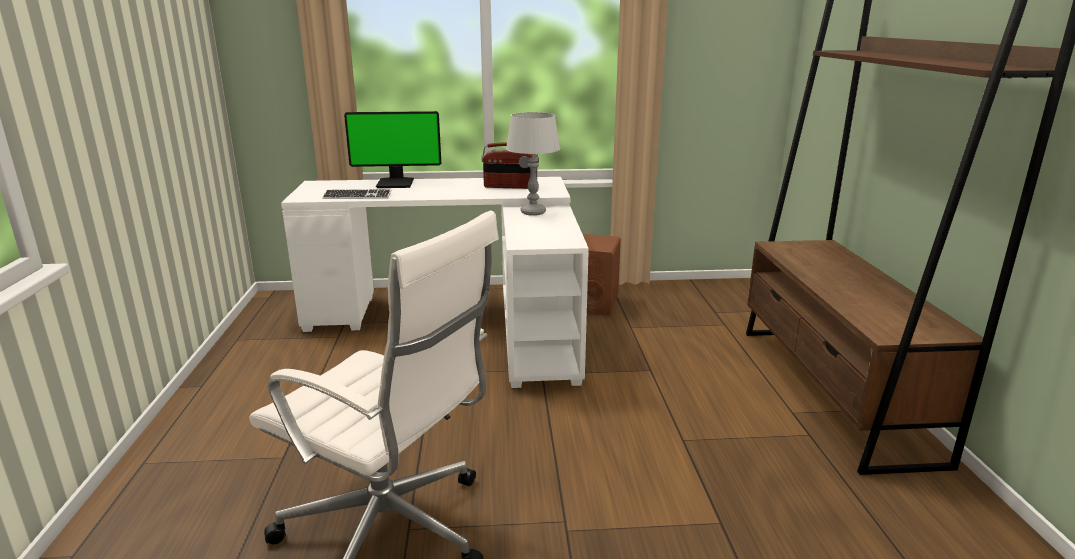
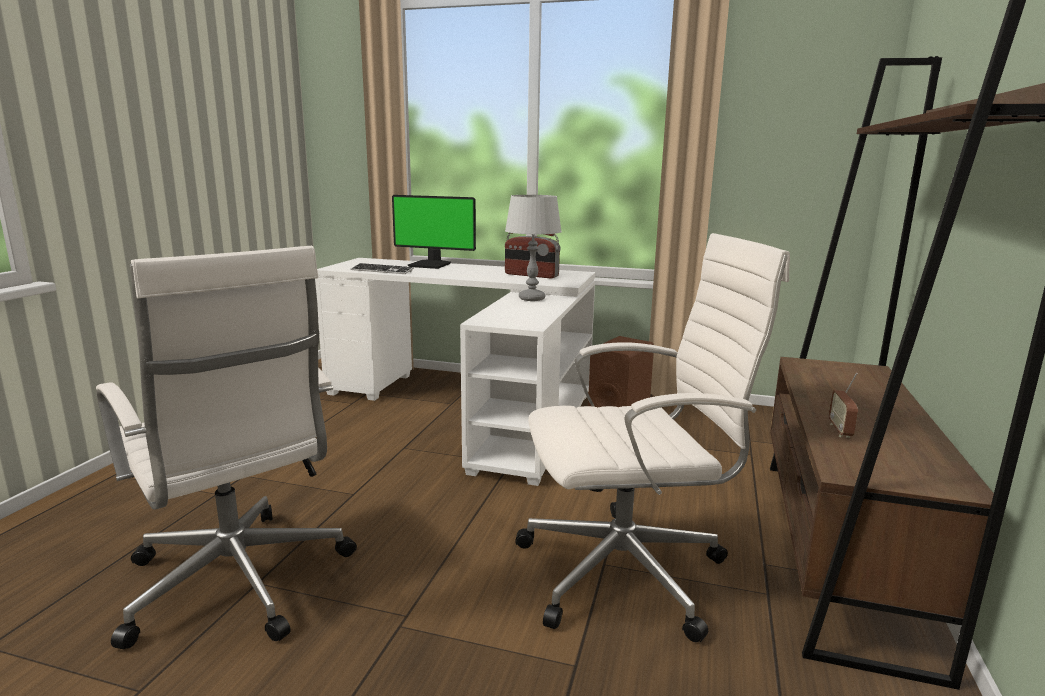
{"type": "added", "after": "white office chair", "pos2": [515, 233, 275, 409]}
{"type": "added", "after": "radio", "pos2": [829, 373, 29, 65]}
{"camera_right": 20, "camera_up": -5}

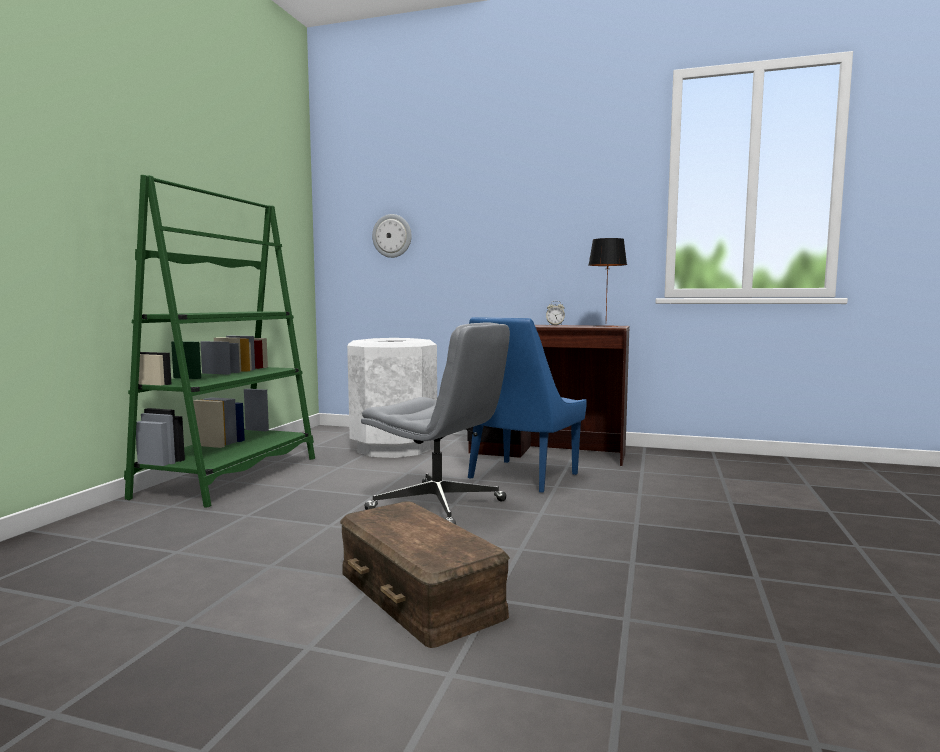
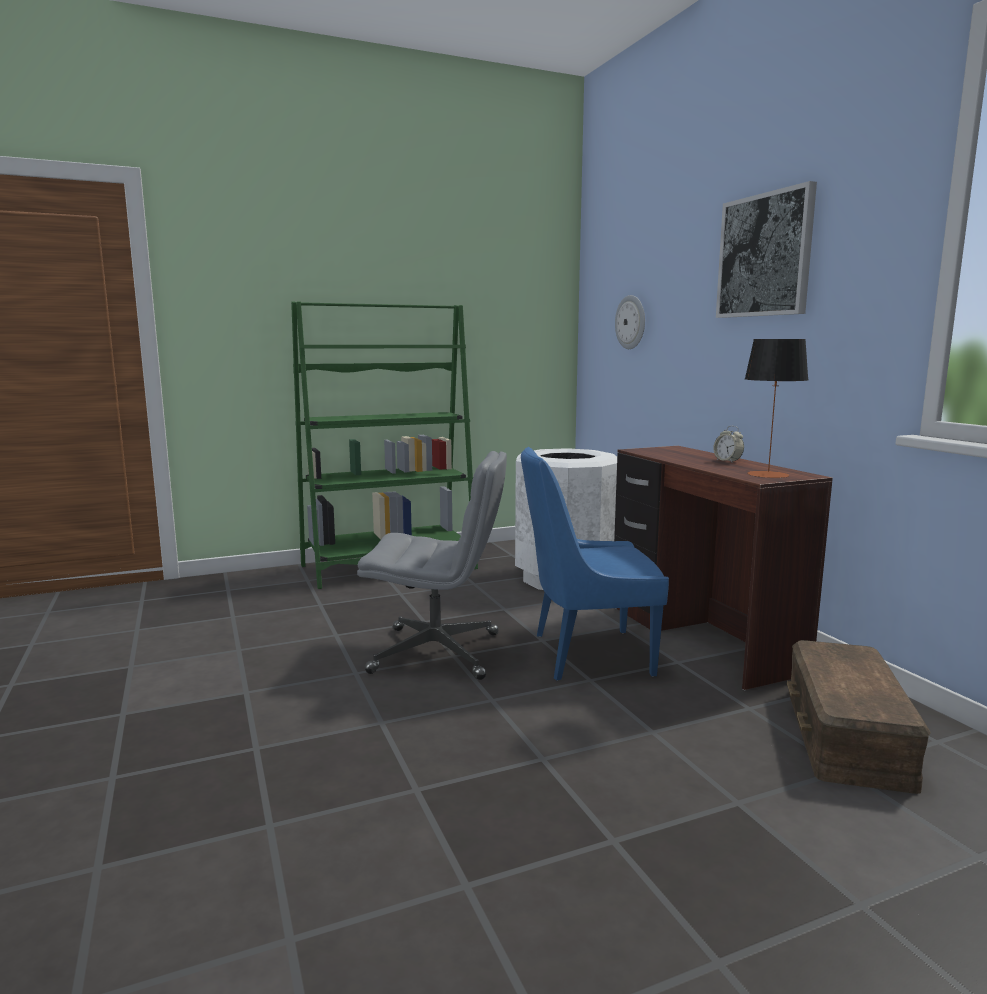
{"type": "turned", "before": "grey office chair", "pos1": [361, 323, 149, 202], "pos2": [357, 451, 150, 229], "turn": -75}
{"type": "added", "after": "picture", "pos2": [716, 181, 101, 137]}
{"type": "moved", "before": "brown storage box", "pos1": [340, 501, 170, 147], "pos2": [787, 640, 144, 154]}
{"camera_right": 50, "camera_up": 5}

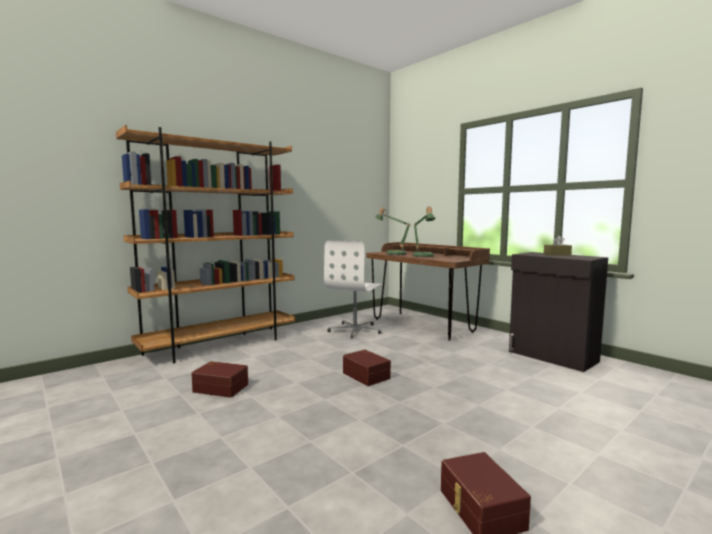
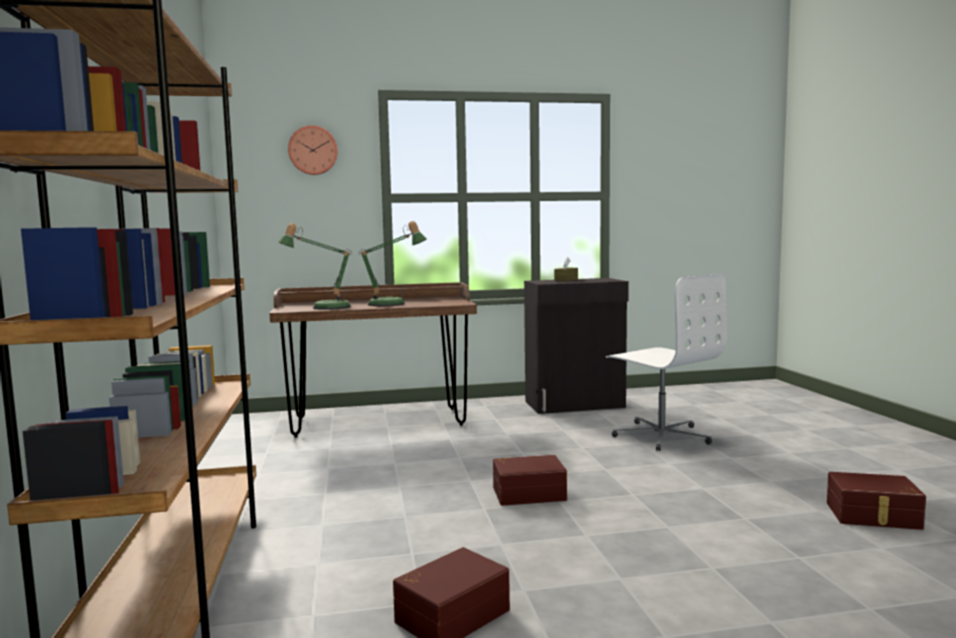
{"type": "added", "after": "wall clock", "pos2": [288, 125, 50, 50]}
{"type": "moved", "before": "white office chair", "pos1": [324, 240, 59, 99], "pos2": [606, 274, 121, 177]}
{"camera_right": -60, "camera_up": 0}

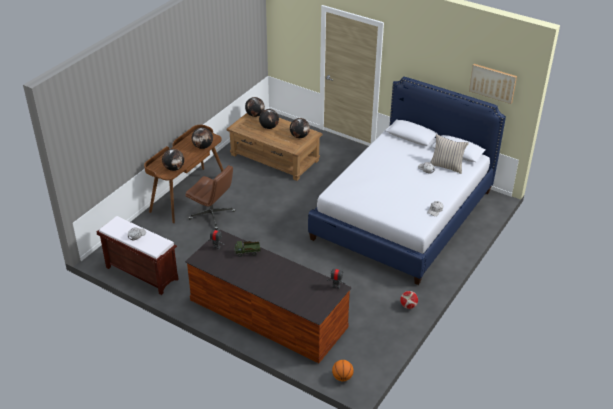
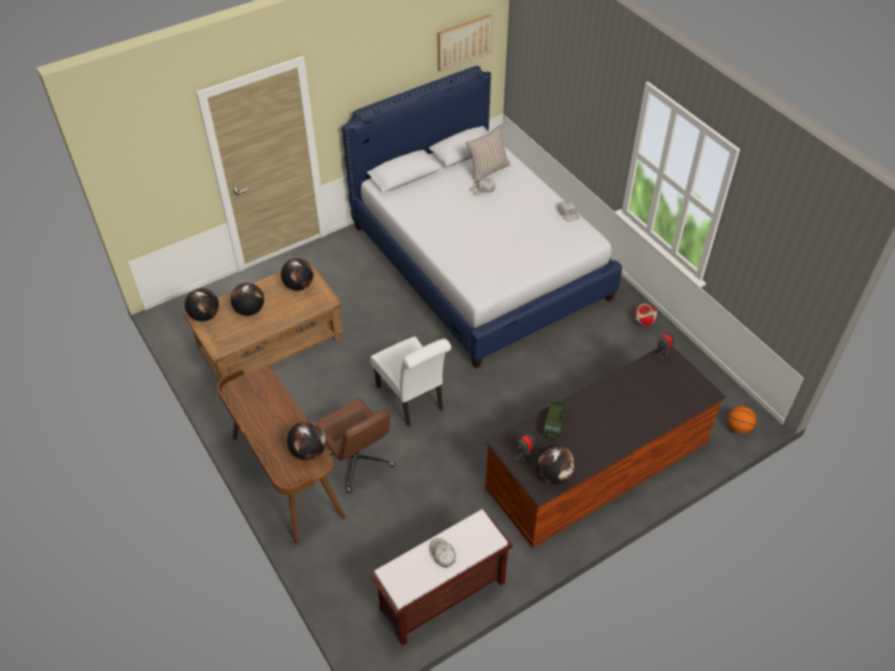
{"type": "turned", "before": "brown office chair", "pos1": [185, 165, 50, 65], "pos2": [315, 399, 80, 94], "turn": 90}
{"type": "added", "after": "white chair", "pos2": [370, 336, 81, 91]}
{"type": "moved", "before": "globe", "pos1": [192, 127, 21, 22], "pos2": [536, 445, 39, 39]}
{"camera_right": -65, "camera_up": 10}

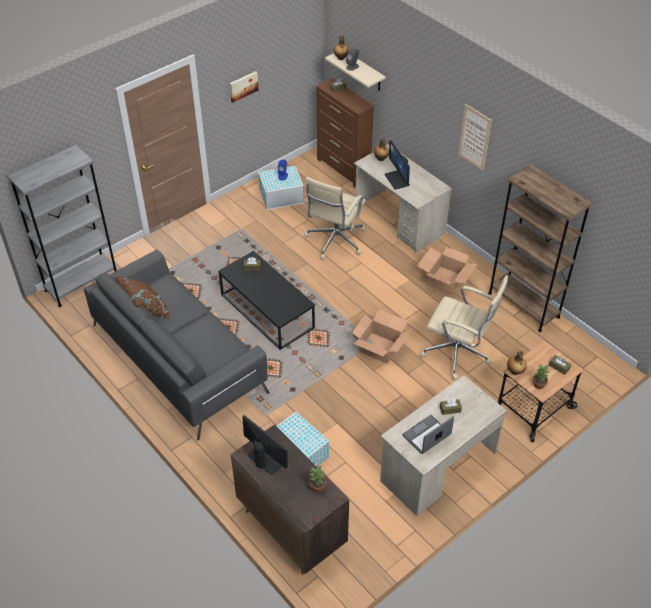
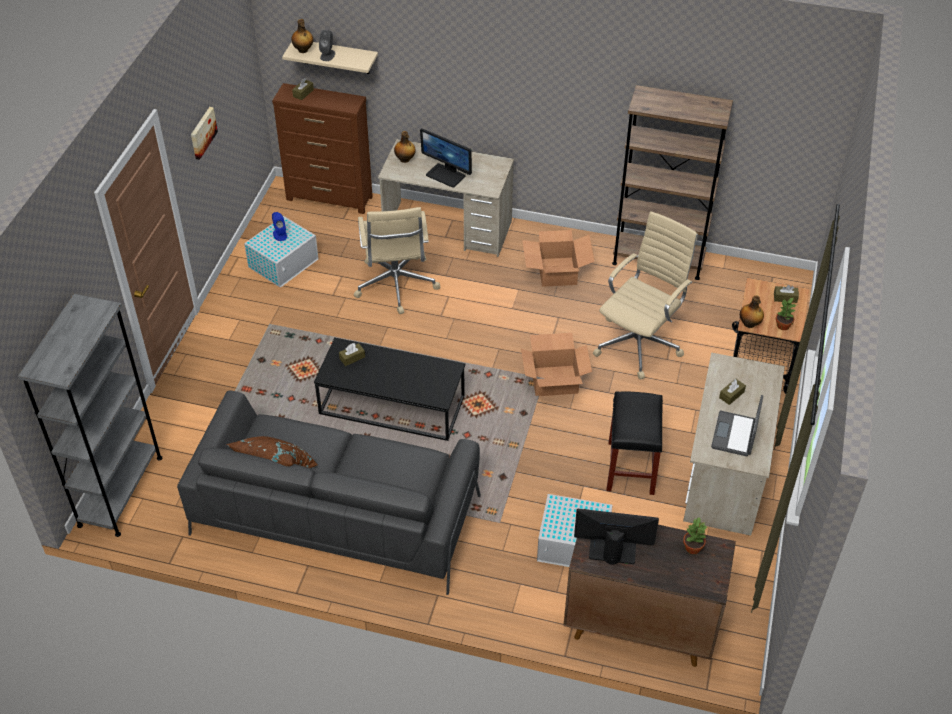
{"type": "turned", "before": "beige office chair", "pos1": [420, 275, 88, 105], "pos2": [593, 211, 105, 169], "turn": -45}
{"type": "added", "after": "black stool", "pos2": [606, 392, 57, 103]}
{"type": "removed", "before": "picture", "pos1": [458, 104, 34, 67]}
{"camera_right": -35, "camera_up": 0}

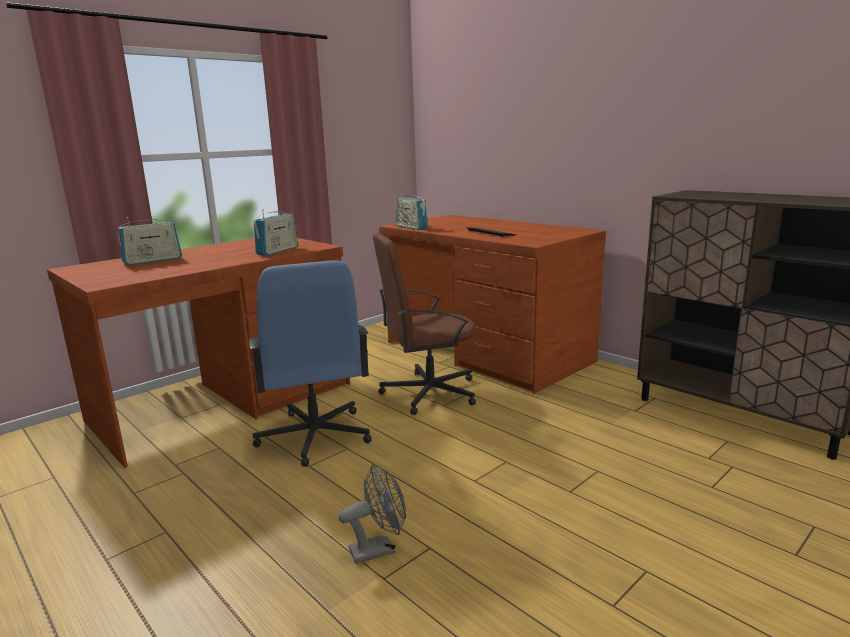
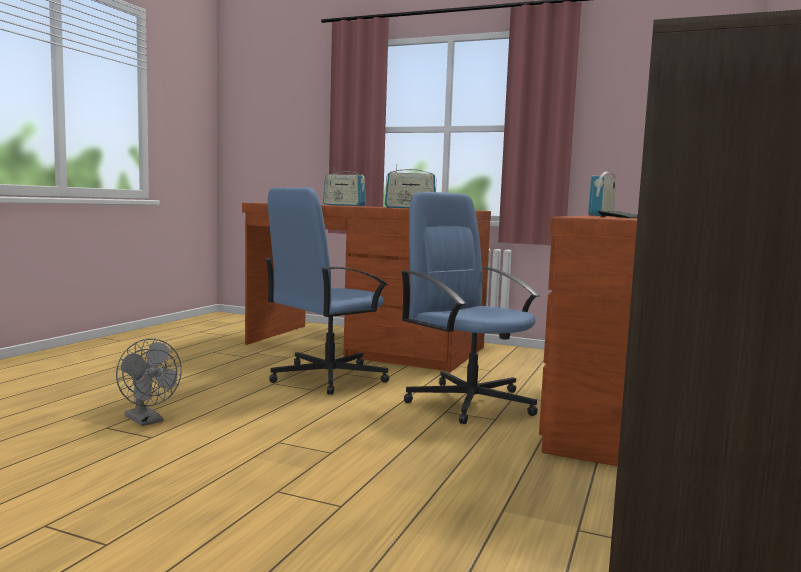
{"type": "recoloured", "before": "brown office chair", "after": "blue office chair", "pos1": [373, 233, 103, 182], "pos2": [401, 192, 139, 232]}
{"camera_right": 65, "camera_up": -10}

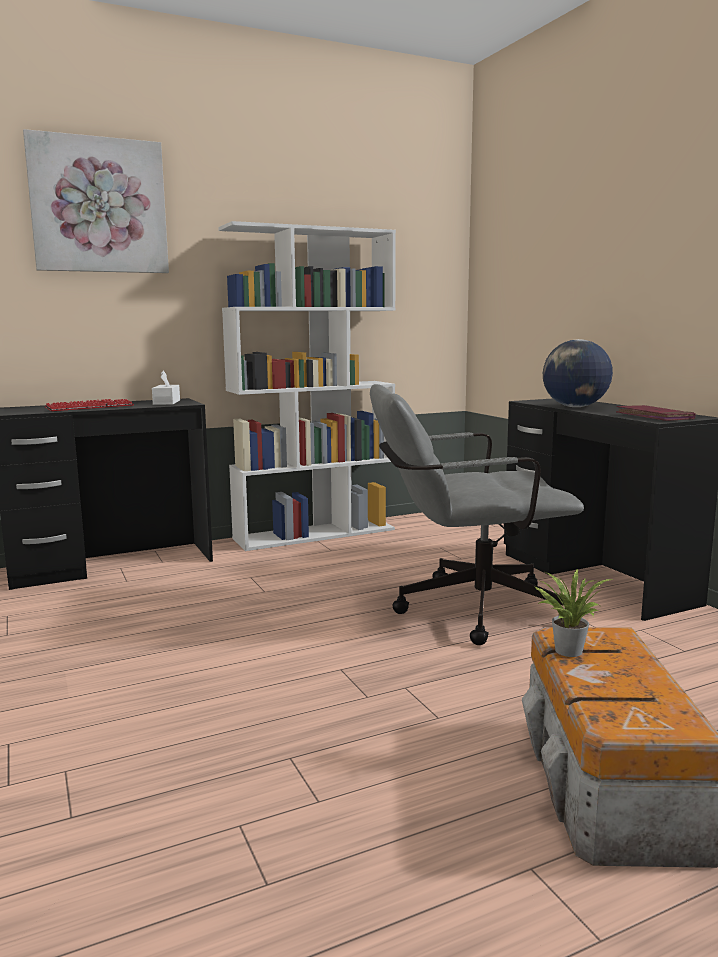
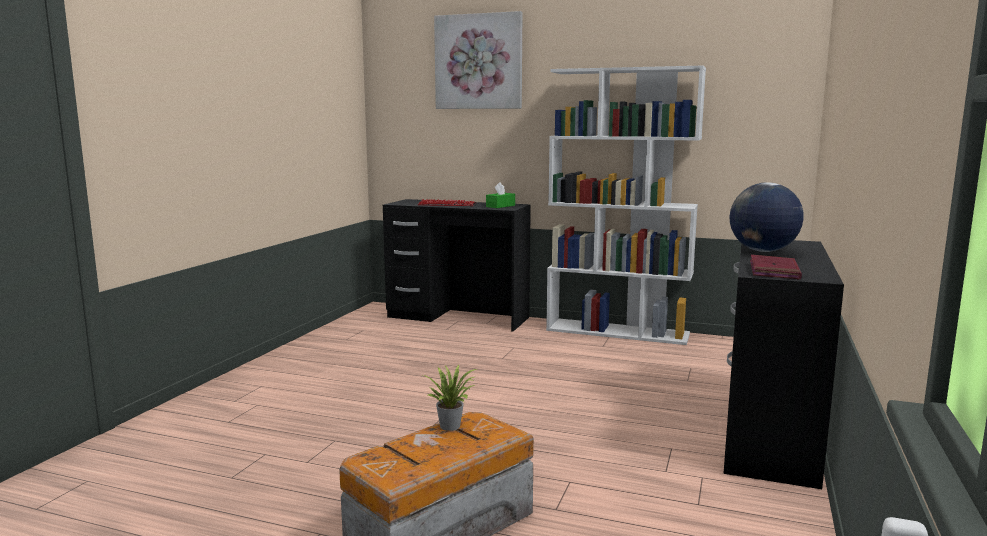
{"type": "recoloured", "before": "white tissue box", "after": "green tissue box", "pos1": [152, 370, 28, 35], "pos2": [486, 182, 29, 26]}
{"type": "removed", "before": "grey office chair", "pos1": [370, 384, 214, 261]}
{"camera_right": 45, "camera_up": 0}

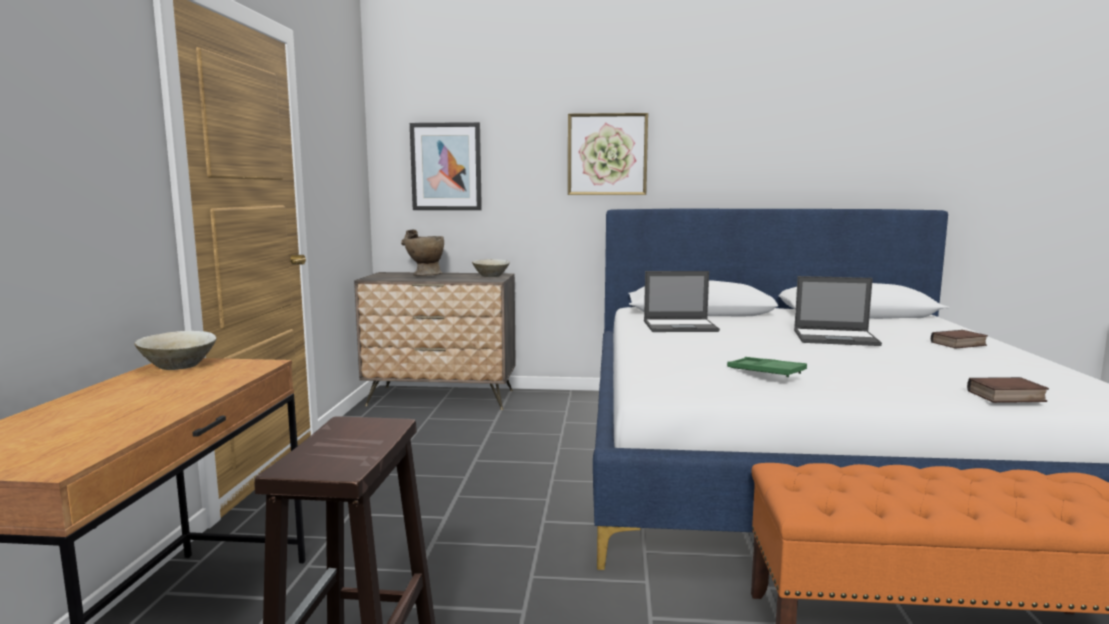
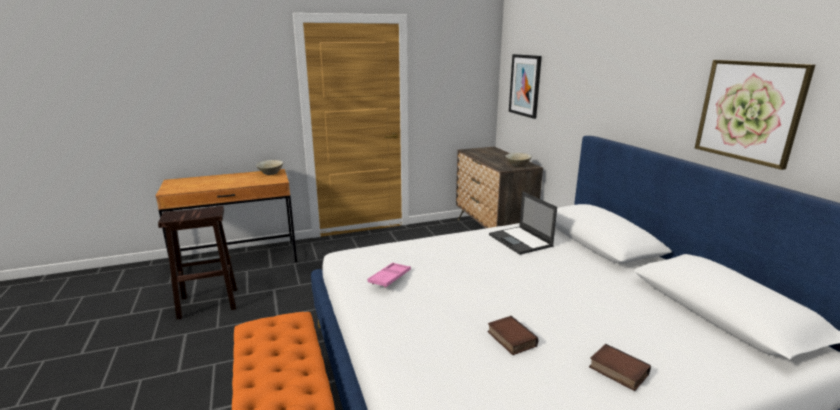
{"type": "recoloured", "before": "green tray", "after": "pink tray", "pos1": [727, 357, 80, 20], "pos2": [368, 262, 43, 26]}
{"type": "moved", "before": "book", "pos1": [967, 377, 82, 26], "pos2": [488, 316, 50, 39]}
{"type": "moved", "before": "picture", "pos1": [568, 113, 80, 82], "pos2": [695, 60, 120, 110]}
{"type": "removed", "before": "beige vase", "pos1": [401, 229, 43, 47]}
{"type": "removed", "before": "laptop", "pos1": [794, 276, 88, 70]}
{"camera_right": 65, "camera_up": 10}

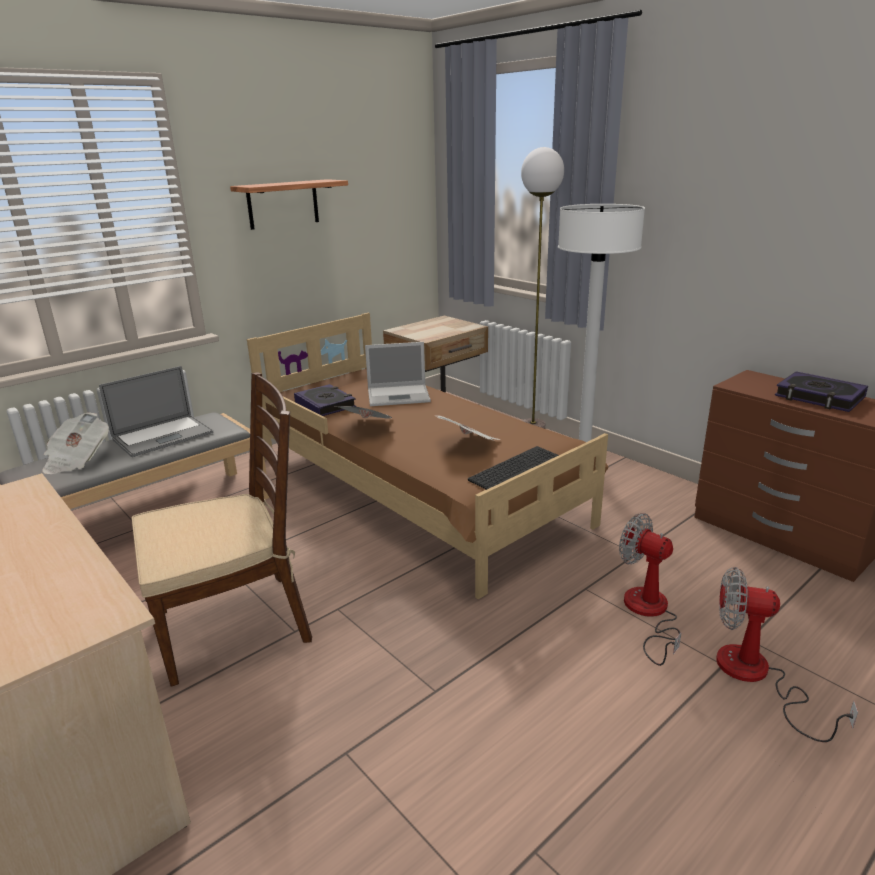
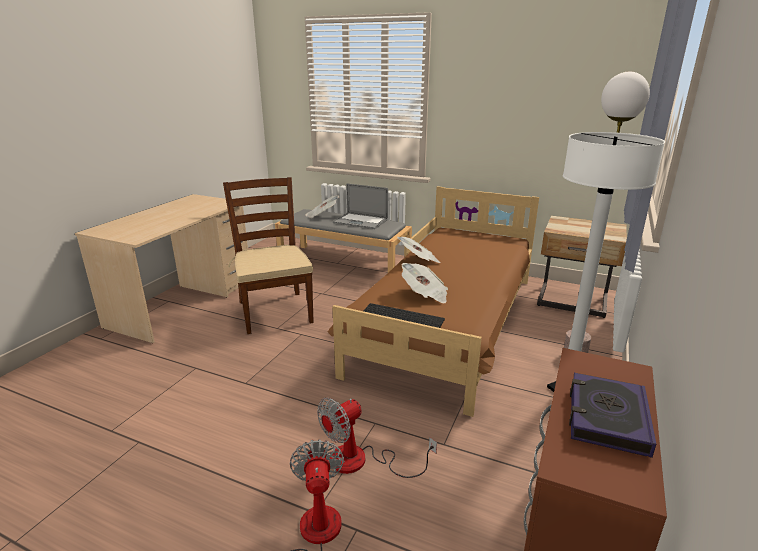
{"type": "turned", "before": "brown chair", "pos1": [132, 372, 180, 315], "pos2": [223, 177, 91, 157], "turn": -150}
{"type": "turned", "before": "fan", "pos1": [619, 513, 63, 153], "pos2": [317, 398, 120, 80], "turn": -150}
{"type": "removed", "before": "shelf", "pos1": [230, 179, 118, 51]}
{"type": "removed", "before": "book", "pos1": [294, 384, 62, 32]}
{"type": "removed", "before": "laptop", "pos1": [365, 342, 66, 64]}
{"camera_right": 65, "camera_up": 0}

